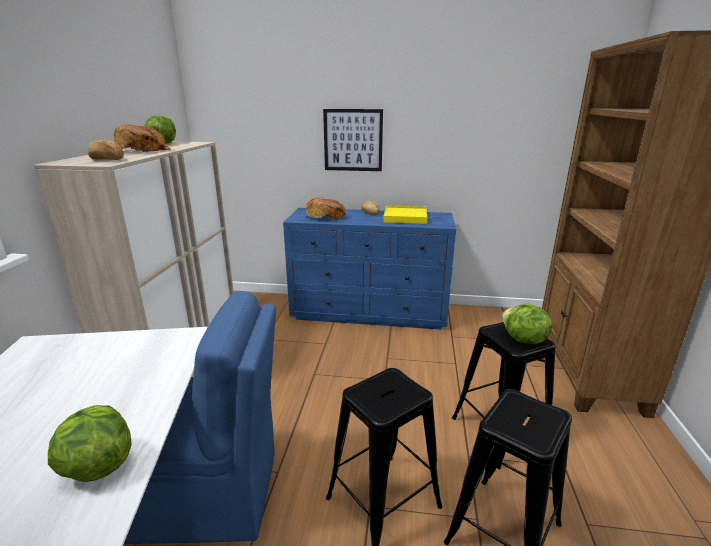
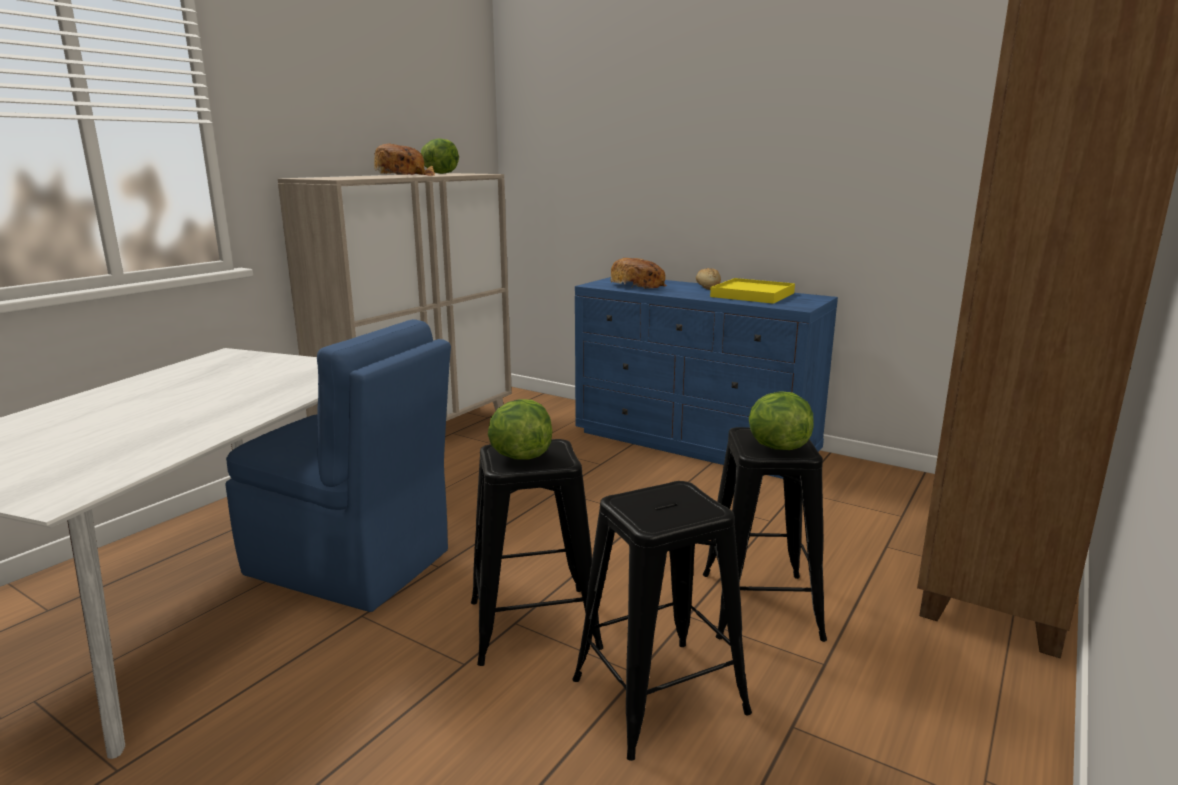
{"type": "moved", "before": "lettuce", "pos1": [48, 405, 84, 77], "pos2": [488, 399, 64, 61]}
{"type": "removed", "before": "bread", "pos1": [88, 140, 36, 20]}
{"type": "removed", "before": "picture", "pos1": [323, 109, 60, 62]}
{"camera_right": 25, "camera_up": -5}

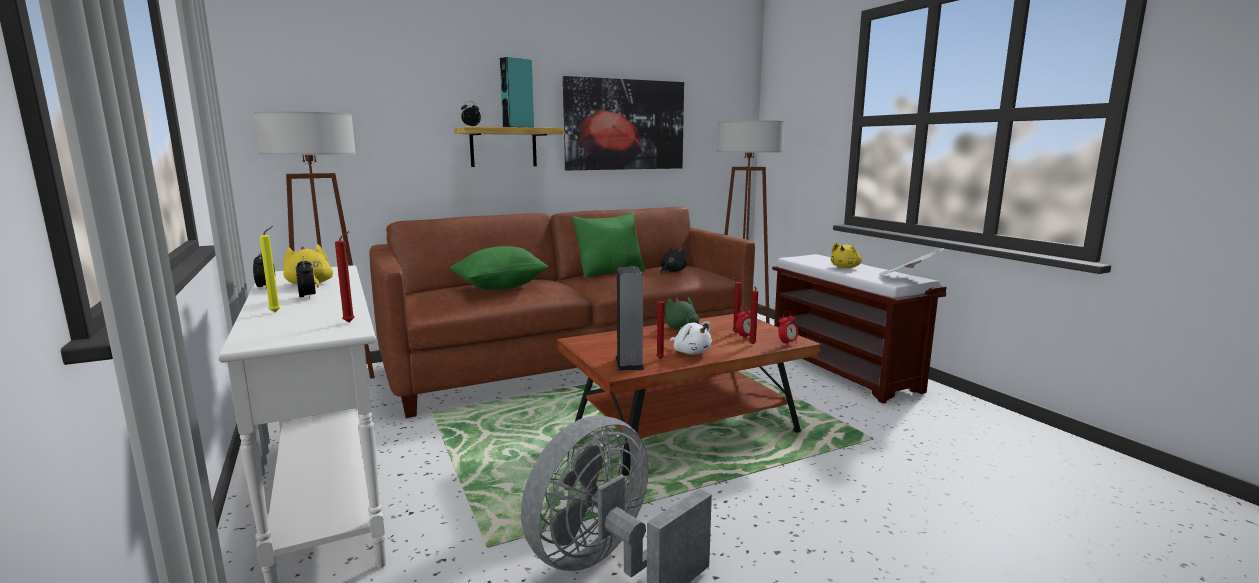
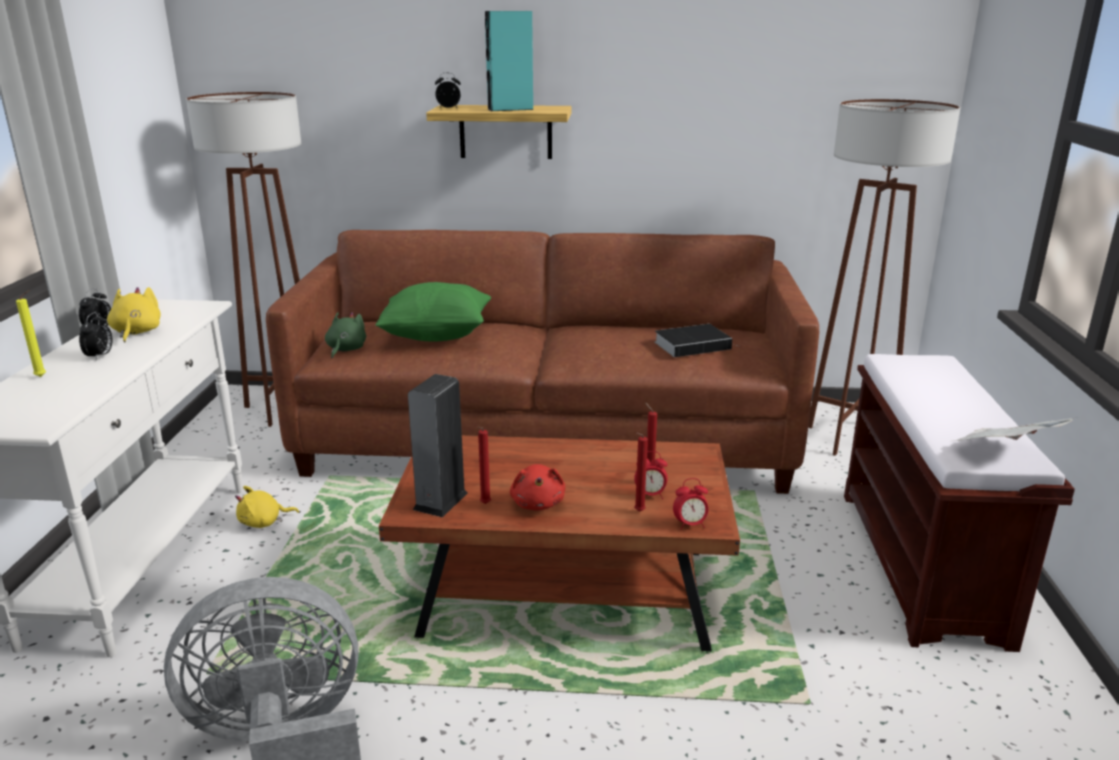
{"type": "moved", "before": "yellow plush toy", "pos1": [830, 243, 32, 25], "pos2": [235, 486, 64, 42]}
{"type": "moved", "before": "green plush toy", "pos1": [665, 297, 34, 33], "pos2": [325, 312, 41, 47]}
{"type": "recoloured", "before": "white plush toy", "after": "red plush toy", "pos1": [670, 321, 42, 34], "pos2": [510, 464, 56, 47]}
{"type": "replaced", "before": "black plush toy", "after": "book", "pos1": [660, 247, 27, 26], "pos2": [655, 324, 86, 33]}
{"type": "removed", "before": "red candle", "pos1": [335, 231, 19, 91]}
{"type": "removed", "before": "picture", "pos1": [563, 76, 121, 94]}
{"type": "removed", "before": "green pillow", "pos1": [572, 212, 73, 66]}
{"camera_right": 30, "camera_up": 10}

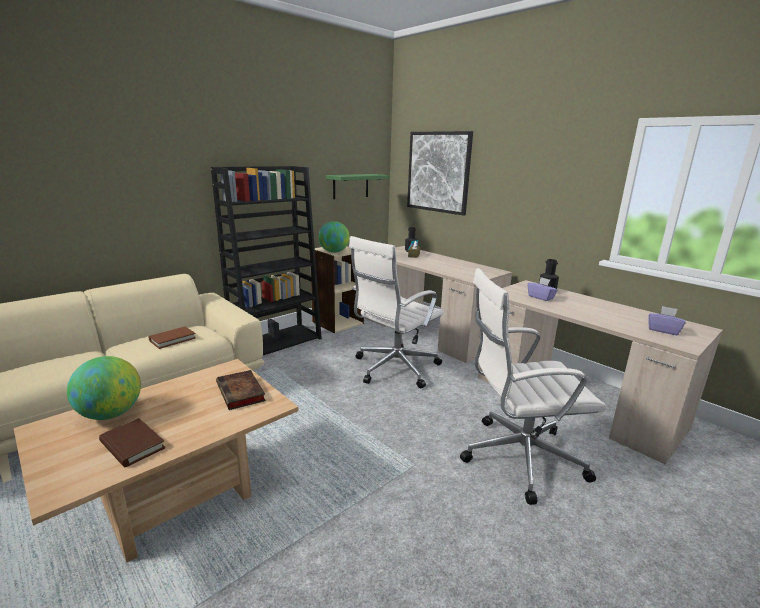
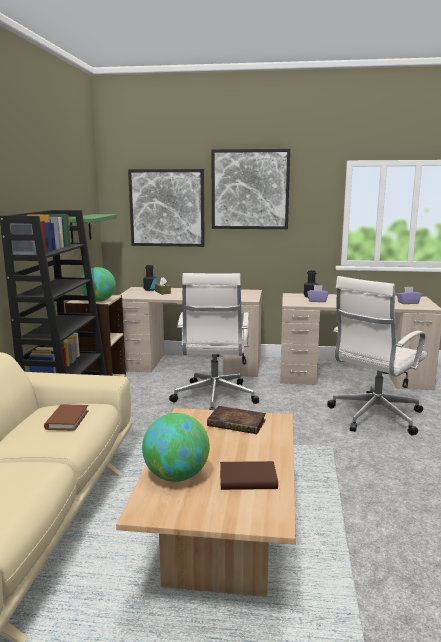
{"type": "added", "after": "picture", "pos2": [211, 149, 79, 80]}
{"camera_right": -40, "camera_up": -5}

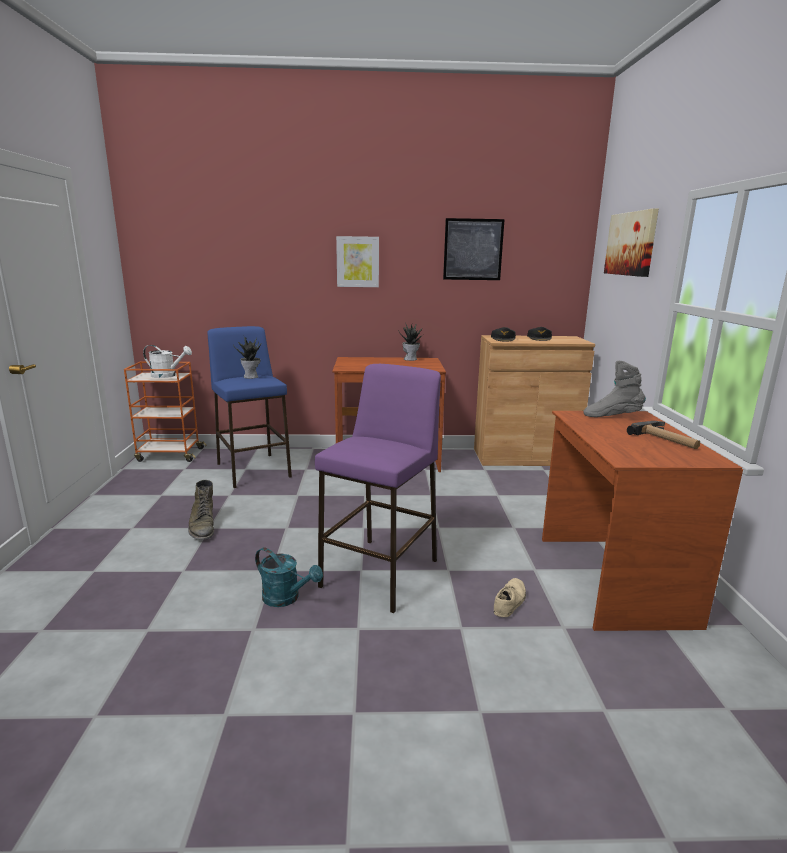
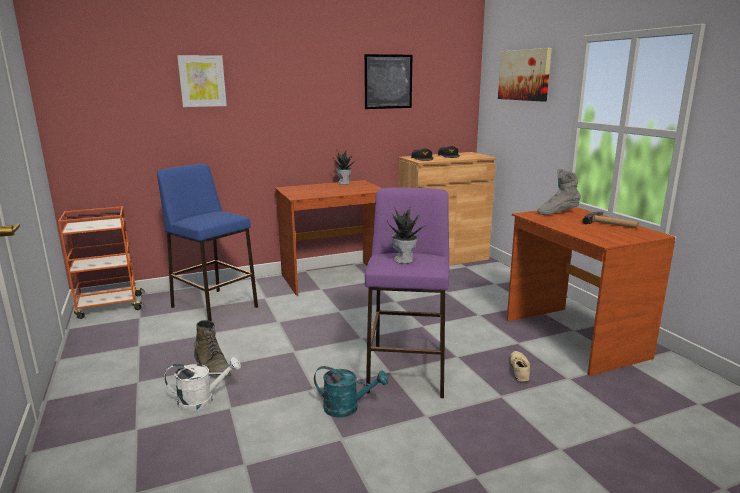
{"type": "moved", "before": "white watering can", "pos1": [143, 345, 49, 33], "pos2": [164, 357, 77, 55]}
{"type": "moved", "before": "picture", "pos1": [336, 236, 43, 51], "pos2": [177, 55, 50, 52]}
{"type": "moved", "before": "potted plant", "pos1": [233, 337, 28, 42], "pos2": [387, 207, 40, 57]}
{"camera_right": -20, "camera_up": 0}

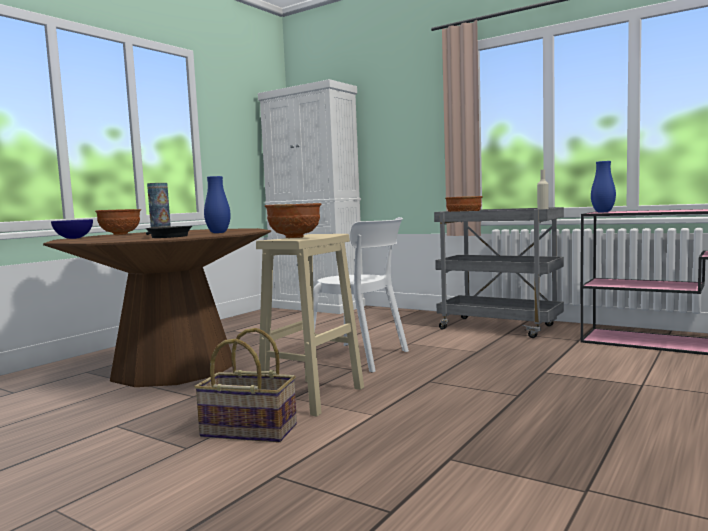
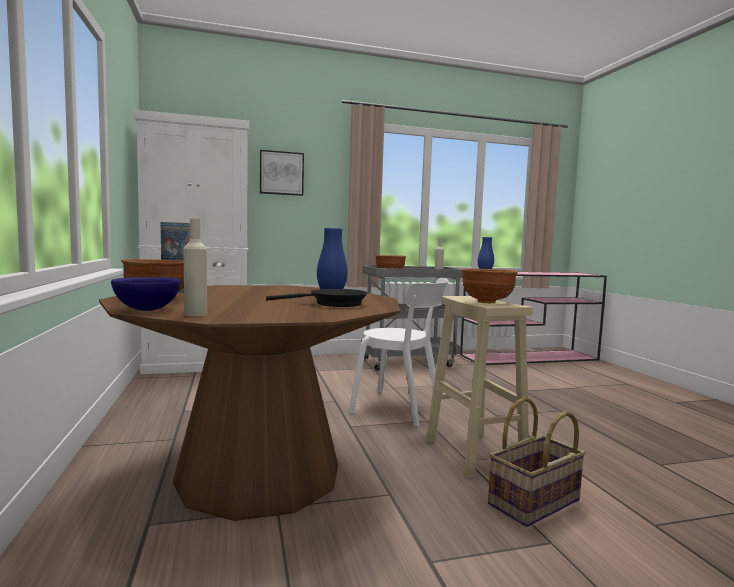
{"type": "added", "after": "beige bottle", "pos2": [184, 218, 23, 98]}
{"type": "added", "after": "picture", "pos2": [260, 150, 44, 46]}
{"type": "turned", "before": "white chair", "pos1": [313, 217, 96, 156], "pos2": [349, 278, 100, 149], "turn": 45}
{"camera_right": -50, "camera_up": 0}

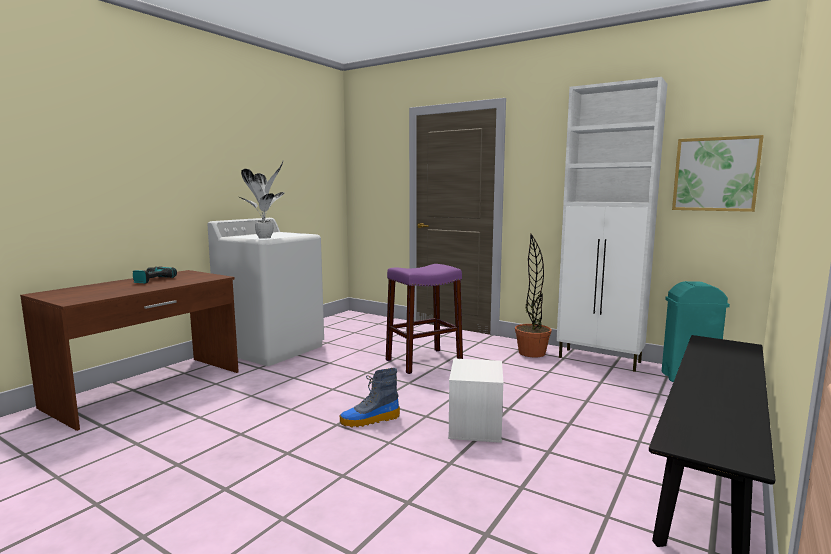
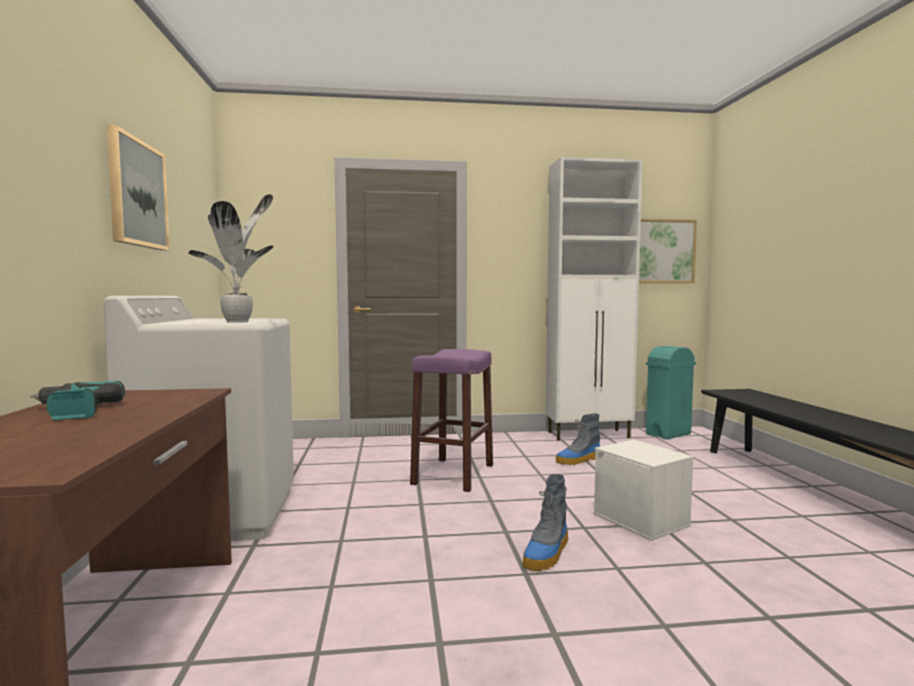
{"type": "added", "after": "picture", "pos2": [107, 125, 63, 126]}
{"type": "added", "after": "boot", "pos2": [556, 413, 44, 52]}
{"type": "removed", "before": "potted plant", "pos1": [515, 234, 37, 123]}
{"camera_right": -40, "camera_up": -5}

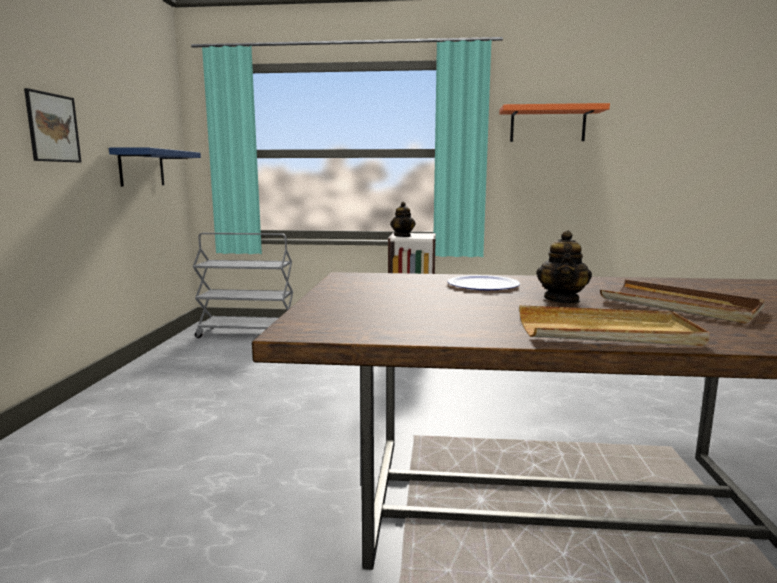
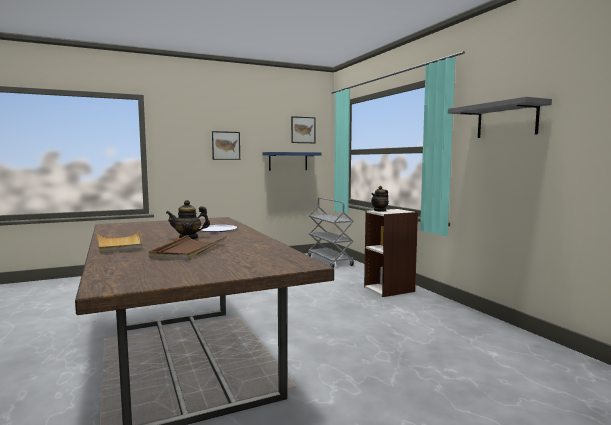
{"type": "added", "after": "picture", "pos2": [291, 116, 24, 27]}
{"type": "recoloured", "before": "orange shelf", "after": "grey shelf", "pos1": [499, 103, 111, 39], "pos2": [448, 97, 104, 41]}
{"camera_right": 60, "camera_up": -5}

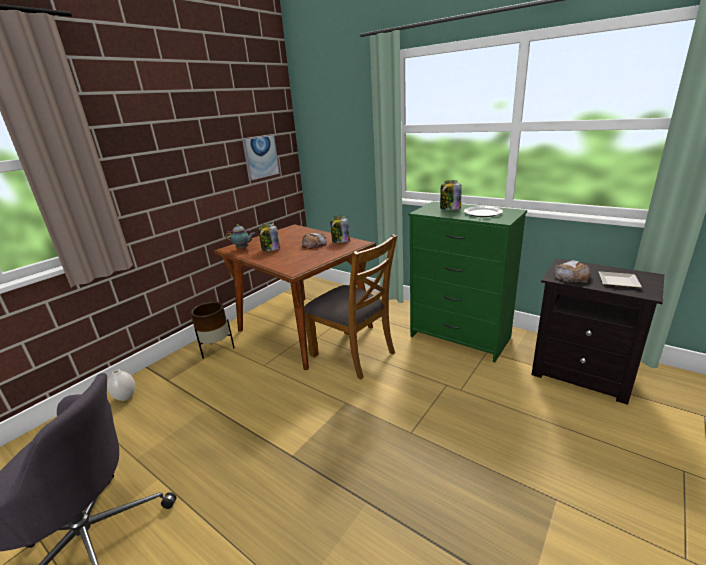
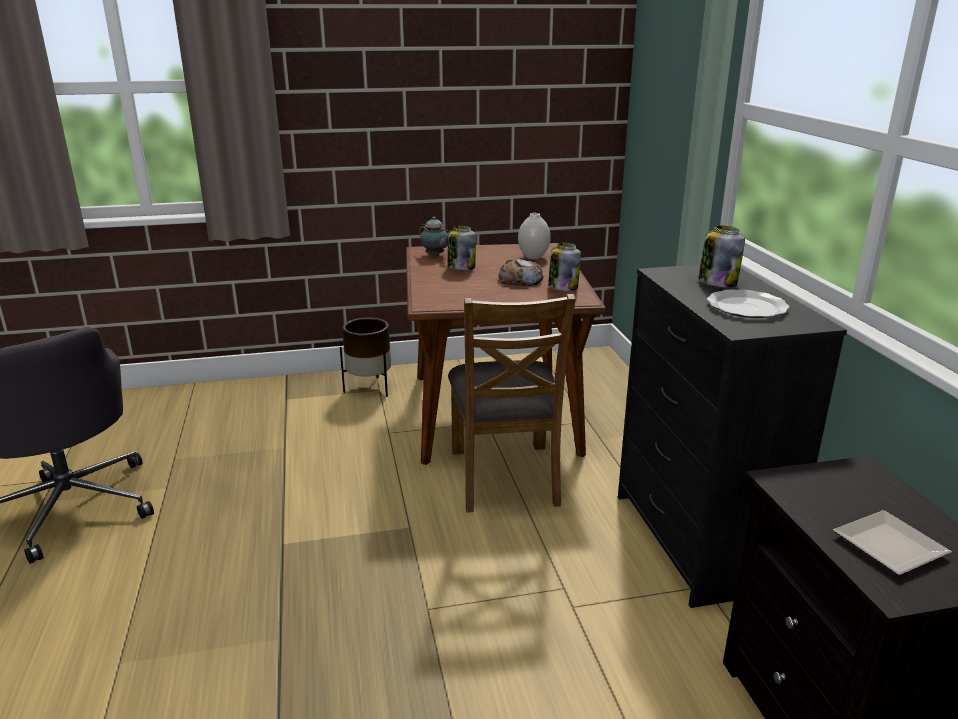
{"type": "moved", "before": "white vase", "pos1": [107, 370, 28, 31], "pos2": [518, 213, 33, 46]}
{"type": "recoloured", "before": "green dresser", "after": "black dresser", "pos1": [409, 201, 118, 162], "pos2": [618, 264, 229, 344]}
{"type": "removed", "before": "picture", "pos1": [242, 134, 38, 47]}
{"type": "removed", "before": "bread", "pos1": [554, 260, 37, 22]}
{"camera_right": 40, "camera_up": 0}

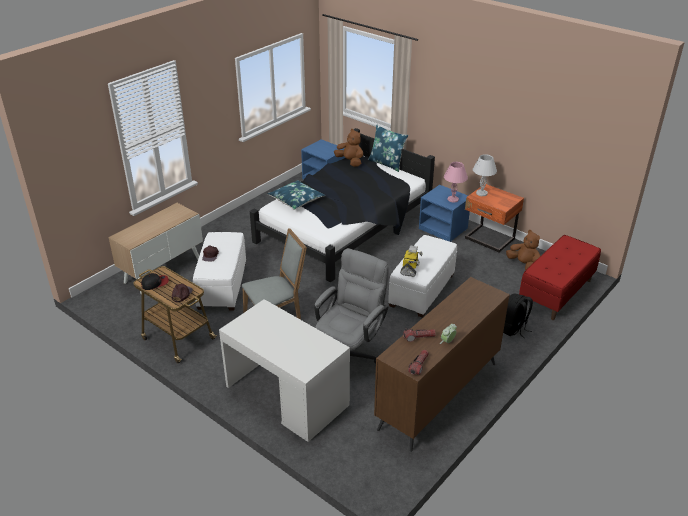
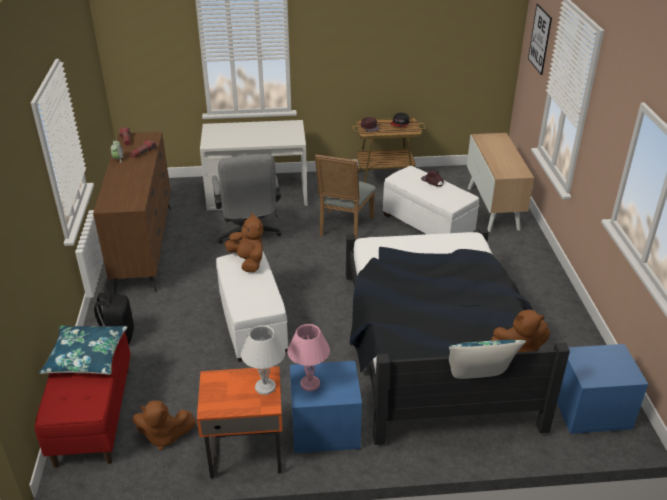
{"type": "moved", "before": "blue pillow", "pos1": [267, 180, 58, 30], "pos2": [39, 325, 89, 50]}
{"type": "replaced", "before": "toy robot", "after": "brown plush toy", "pos1": [400, 246, 23, 31], "pos2": [225, 213, 38, 59]}
{"type": "added", "after": "picture", "pos2": [528, 4, 24, 71]}
{"camera_right": 135, "camera_up": 0}

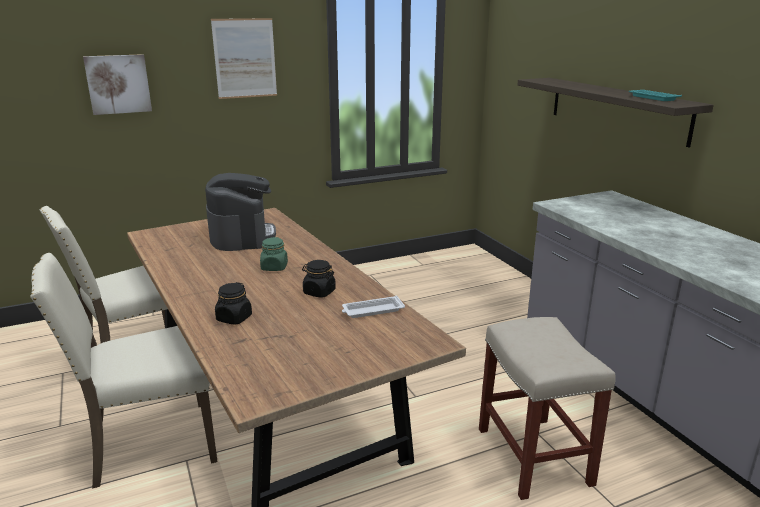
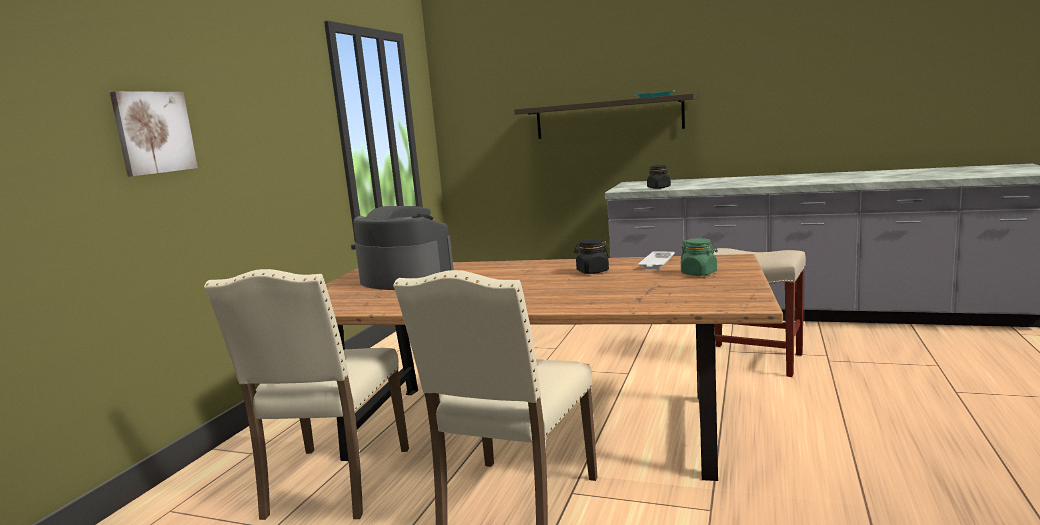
{"type": "moved", "before": "black jar", "pos1": [215, 282, 37, 43], "pos2": [647, 165, 24, 24]}
{"type": "moved", "before": "green jar", "pos1": [260, 237, 28, 34], "pos2": [681, 238, 36, 38]}
{"type": "removed", "before": "picture", "pos1": [211, 18, 66, 81]}
{"camera_right": -45, "camera_up": -10}

